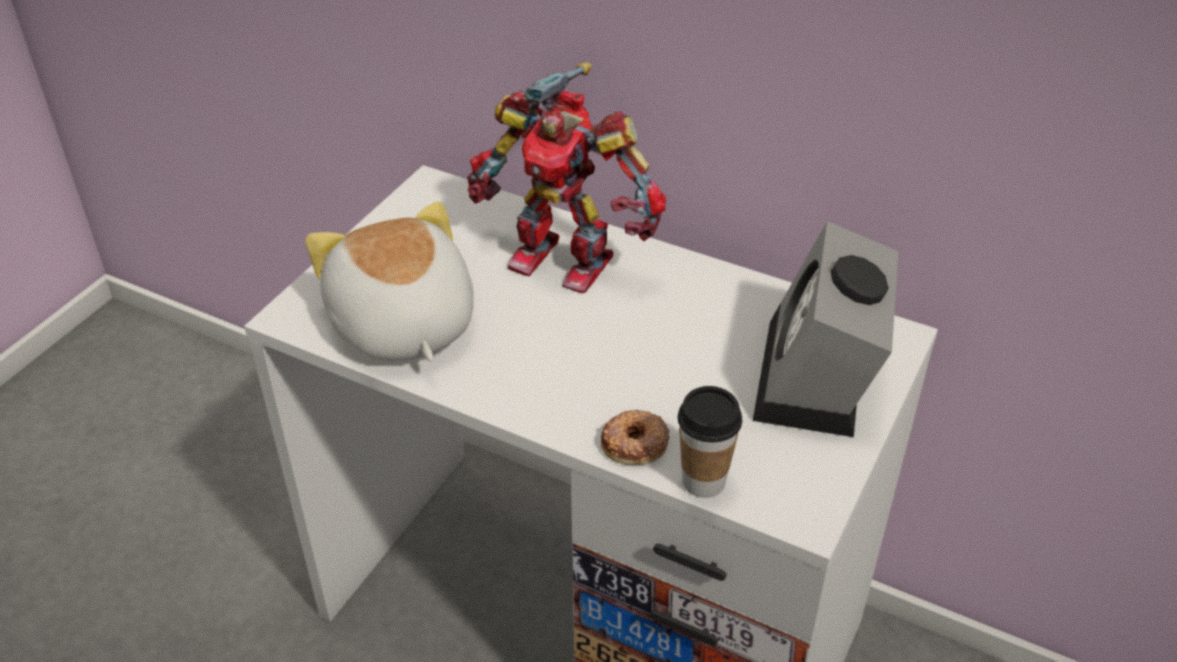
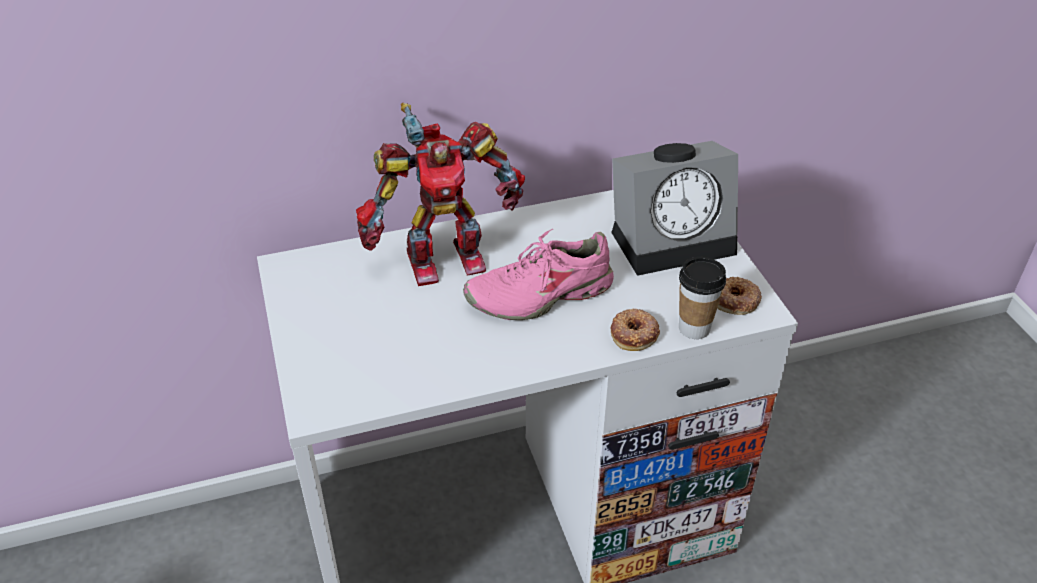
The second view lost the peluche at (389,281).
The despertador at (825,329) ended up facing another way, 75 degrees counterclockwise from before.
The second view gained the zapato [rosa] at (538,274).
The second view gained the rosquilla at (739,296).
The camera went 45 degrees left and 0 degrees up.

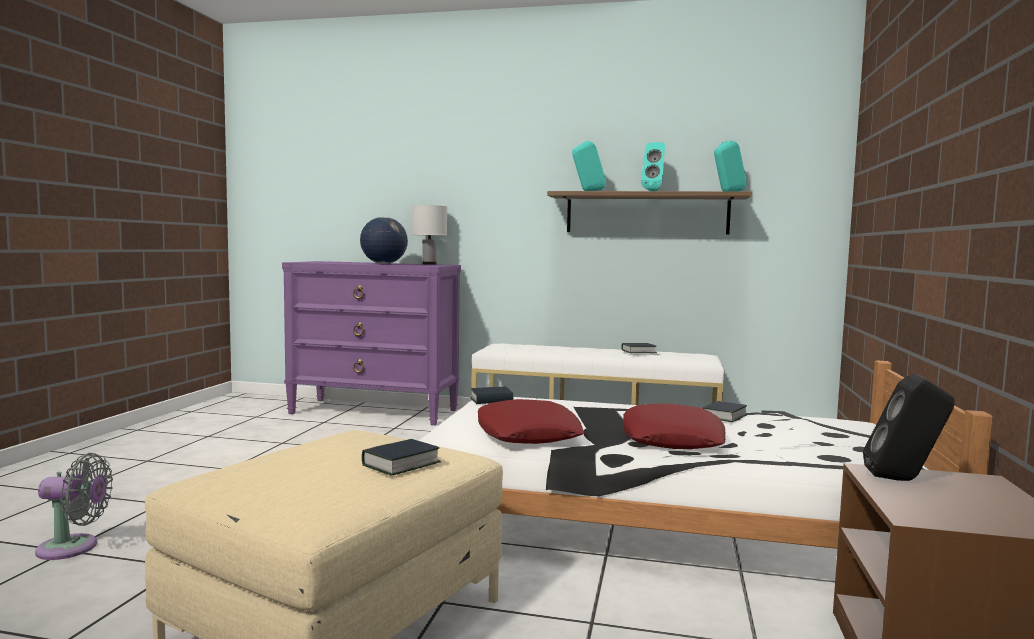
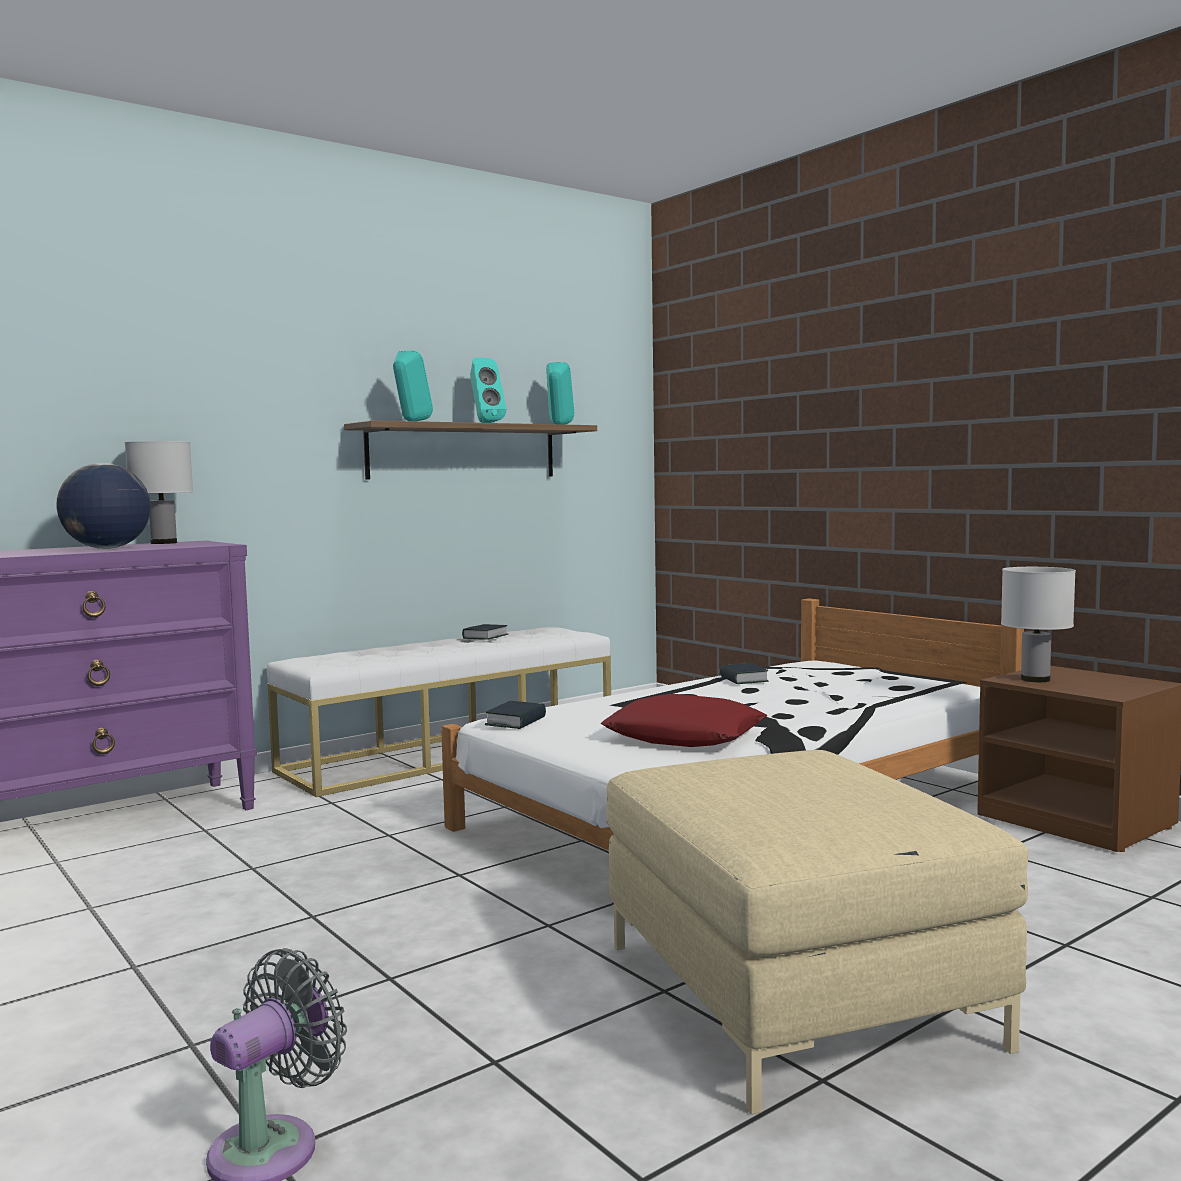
Where the altavoz [negro] stood at (909,427), the lámpara de mesa [blanco] came to stand at (1038,624).
The second view lost the cojín [rojo] at (674,426).
The second view lost the libro at (401,457).
The camera went 50 degrees left and 0 degrees up.

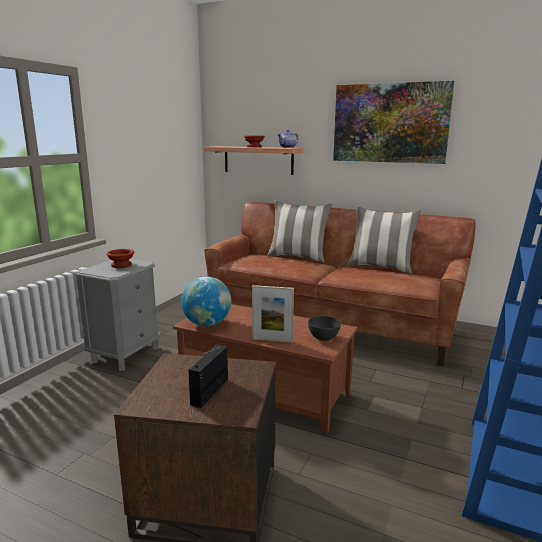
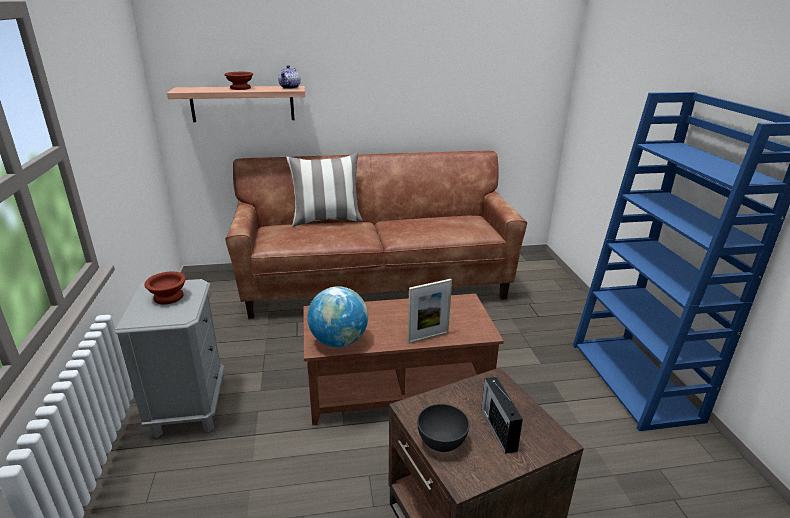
The second view lost the cuadro at (393,122).
The second view lost the cojín at (384,240).
The cuenco [gris] ended up elsewhere, having gone from (324,328) to (443,428).
The camera went 35 degrees left and 10 degrees up.

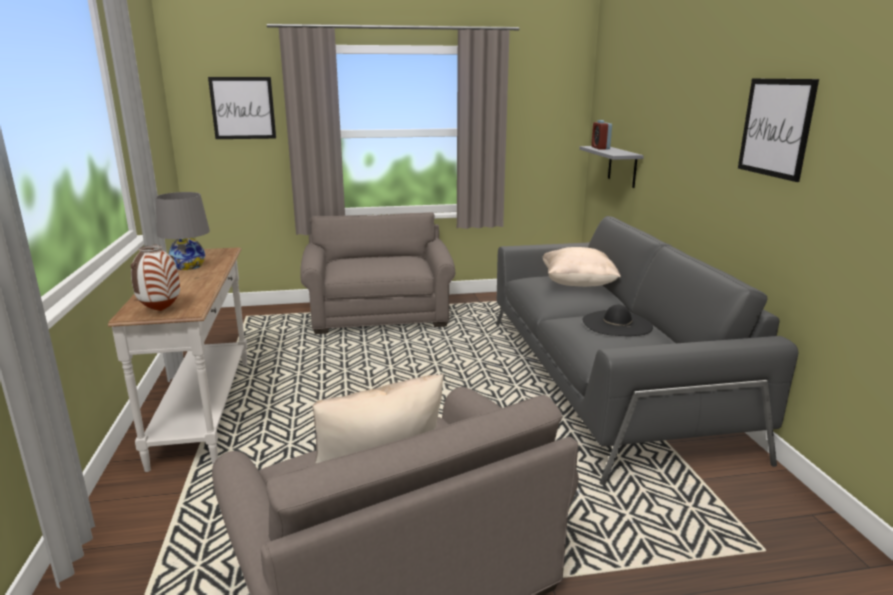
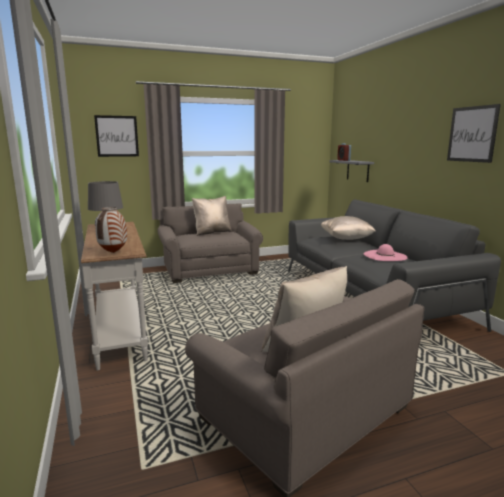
What was the sombrero [negro] at (618,320) turned into the sombrero [rosa] at (385,252).
The second view gained the cojín [beis] at (212,216).
The camera went 10 degrees left and 5 degrees down.

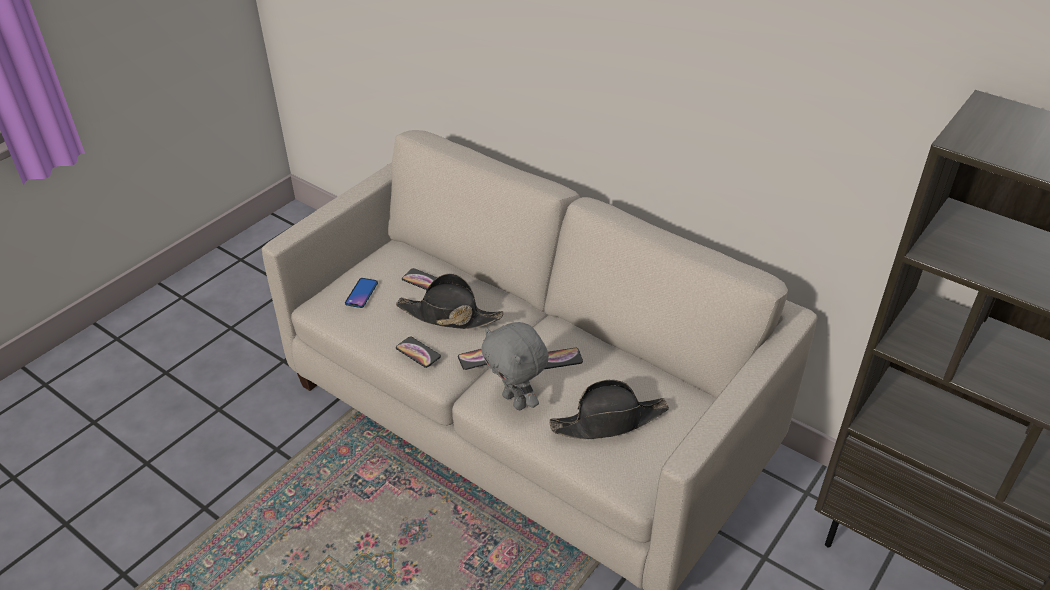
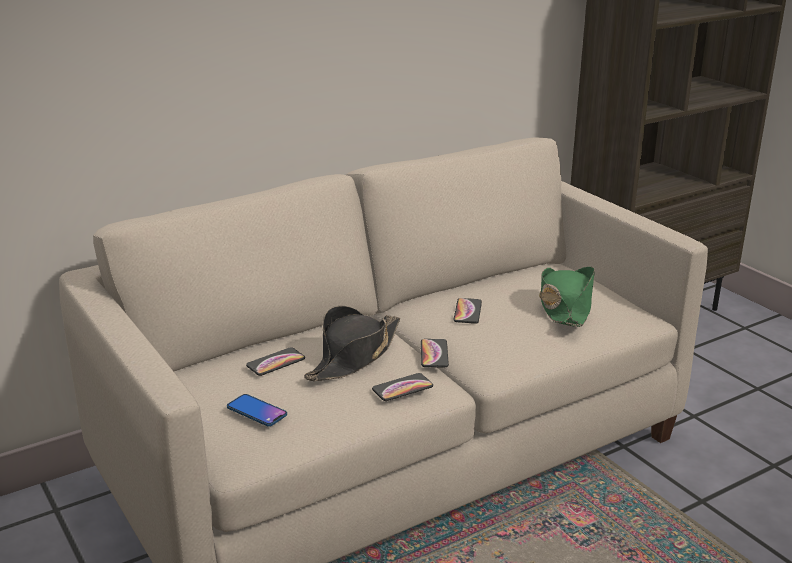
The second view lost the peluche [gris] at (515,366).
What was the sombrero [negro] at (609,410) turned into the sombrero [verde] at (567,297).
The camera went 70 degrees left and 15 degrees down.

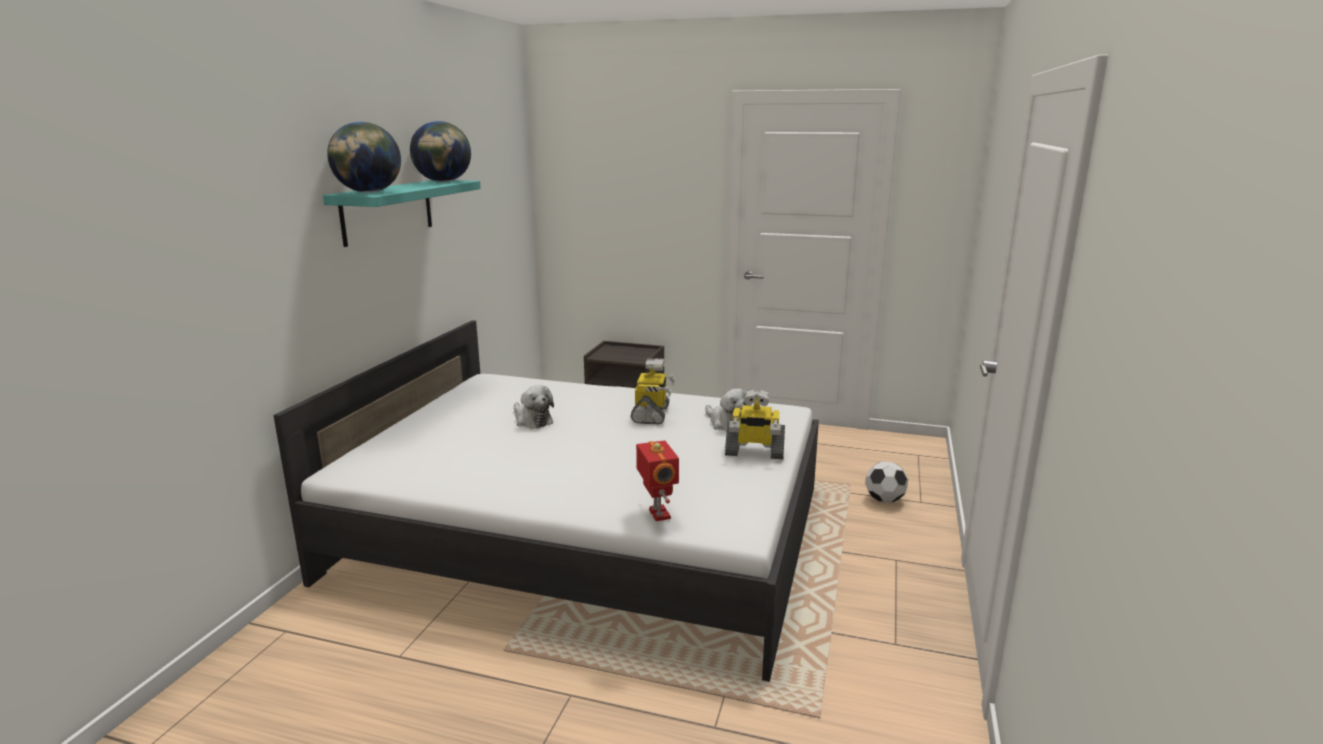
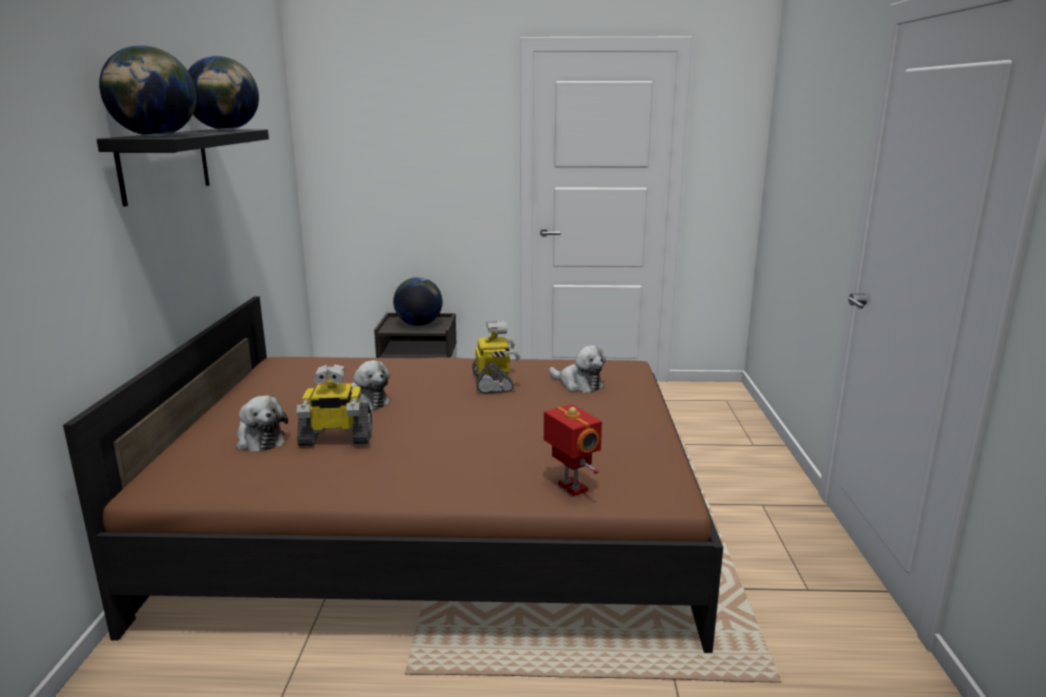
What was the estante [turquesa] at (402,213) turned into the estante [negro] at (183,168).
What was the cama [blanco] at (546,501) turned into the cama [marrón] at (393,474).
The robot de juguete ended up elsewhere, having gone from (755,424) to (334,405).
The second view lost the balón de fútbol at (886,482).
The second view gained the globo terráqueo at (417,301).
The second view gained the peluche at (262,423).
The camera went 15 degrees left and 0 degrees up.

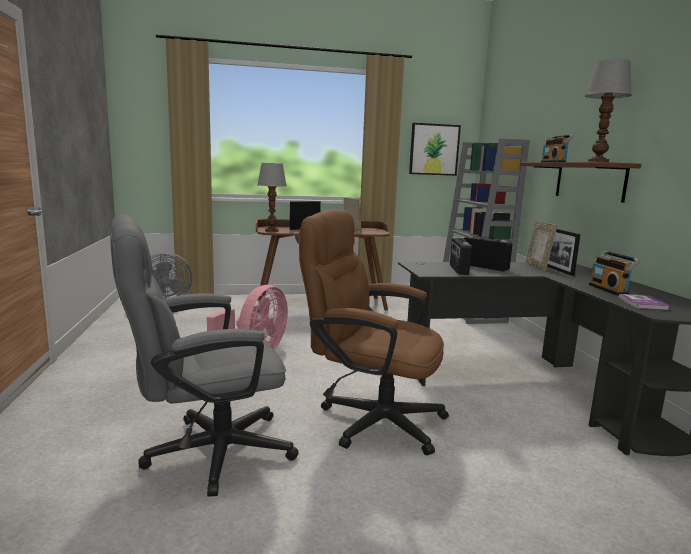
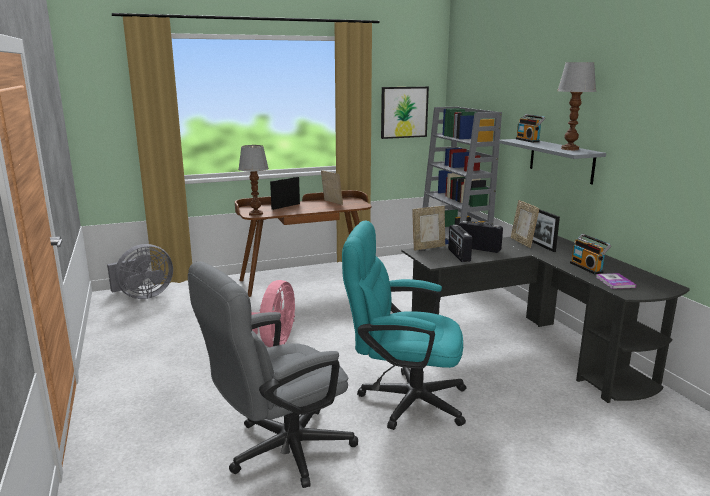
What was the estante [marrón] at (581,182) turned into the estante [gris] at (552,161).
What was the silla de oficina [marrón] at (374,332) turned into the silla de oficina [turquesa] at (404,325).
The second view gained the portarretratos at (428,228).
The camera went 10 degrees left and 5 degrees up.

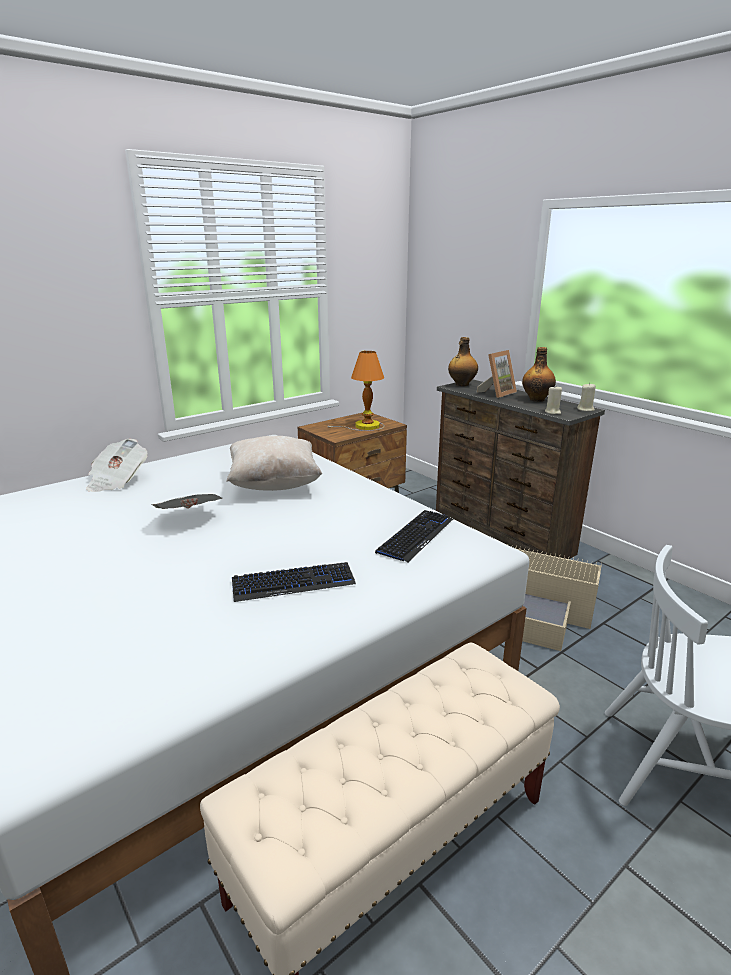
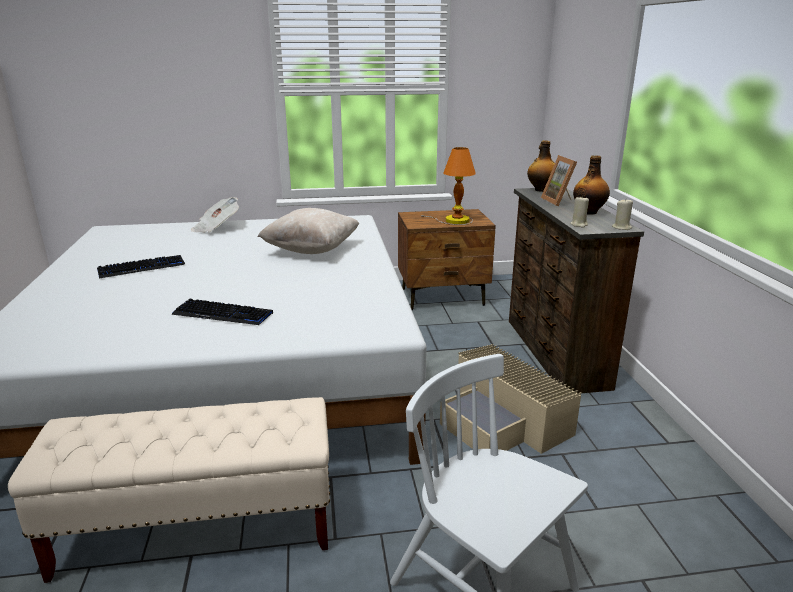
The portarretratos at (497,374) ended up facing another way, 90 degrees clockwise from before.
The second view lost the periódico at (186,501).
The teclado ended up elsewhere, having gone from (414,536) to (141,267).
The camera went 30 degrees right and 0 degrees up.

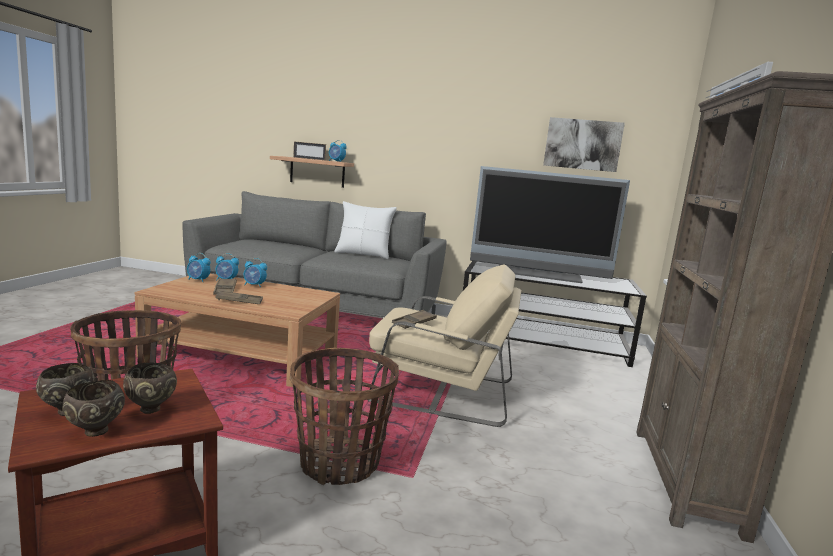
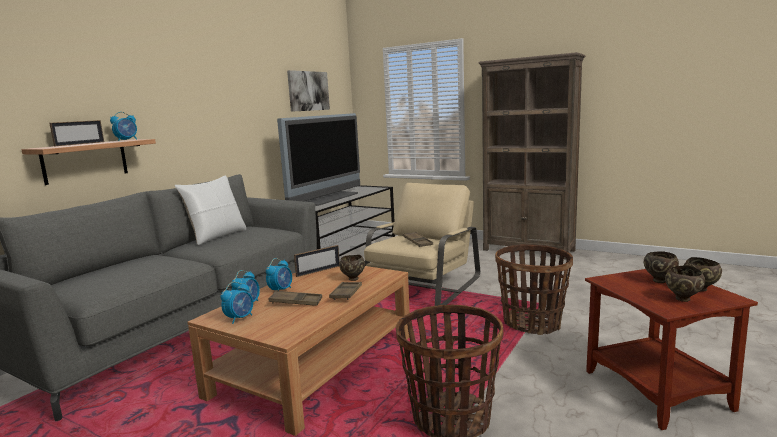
The second view gained the portarretratos at (317,261).
The second view gained the cuenco [marrón] at (352,268).
The camera went 70 degrees left and 0 degrees up.

